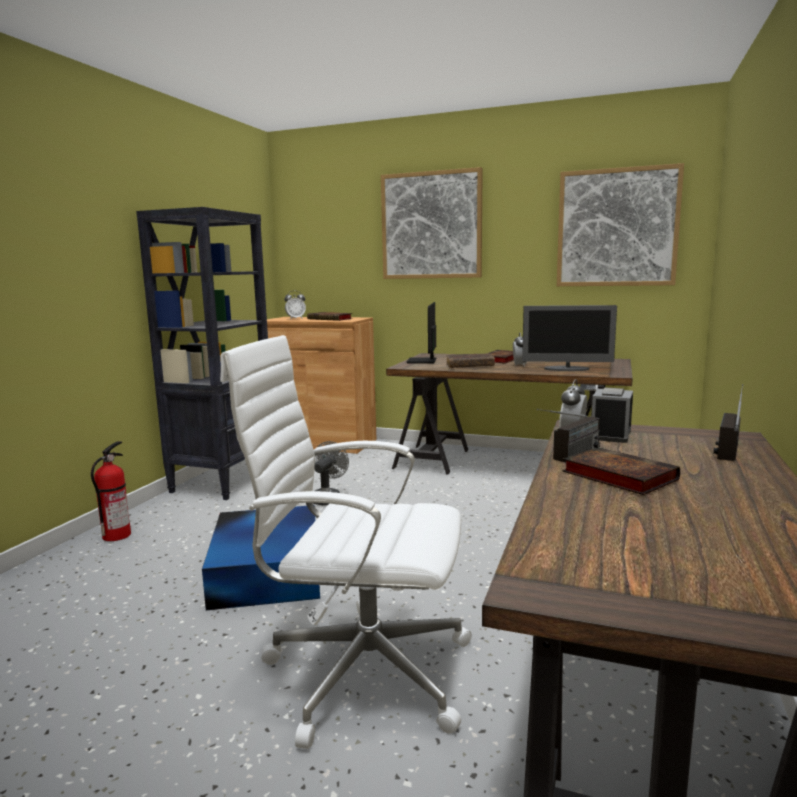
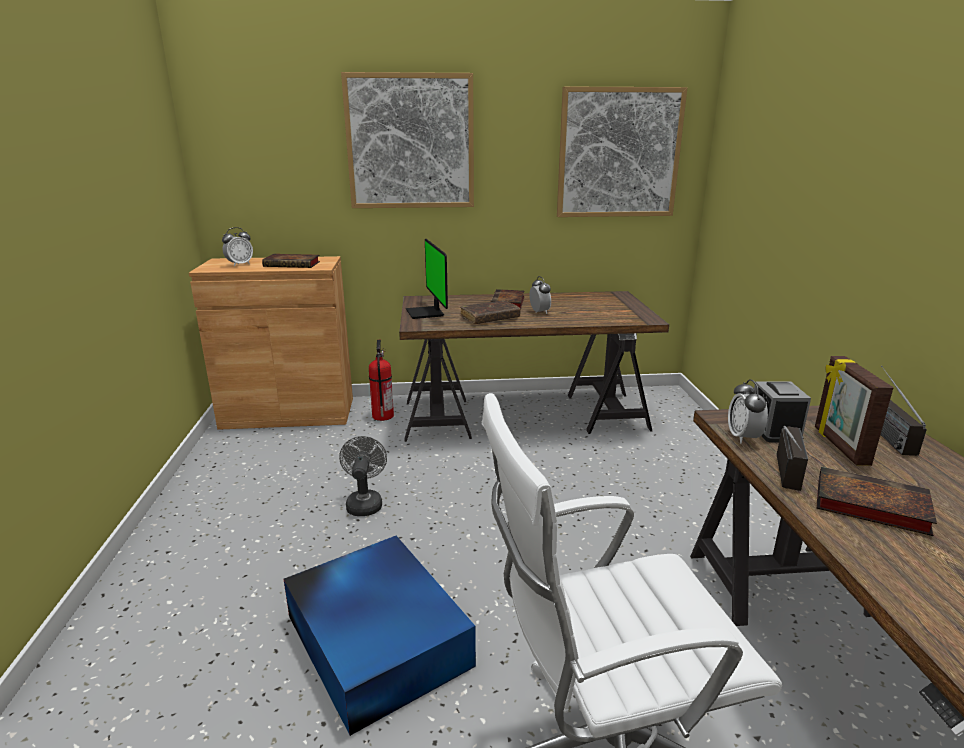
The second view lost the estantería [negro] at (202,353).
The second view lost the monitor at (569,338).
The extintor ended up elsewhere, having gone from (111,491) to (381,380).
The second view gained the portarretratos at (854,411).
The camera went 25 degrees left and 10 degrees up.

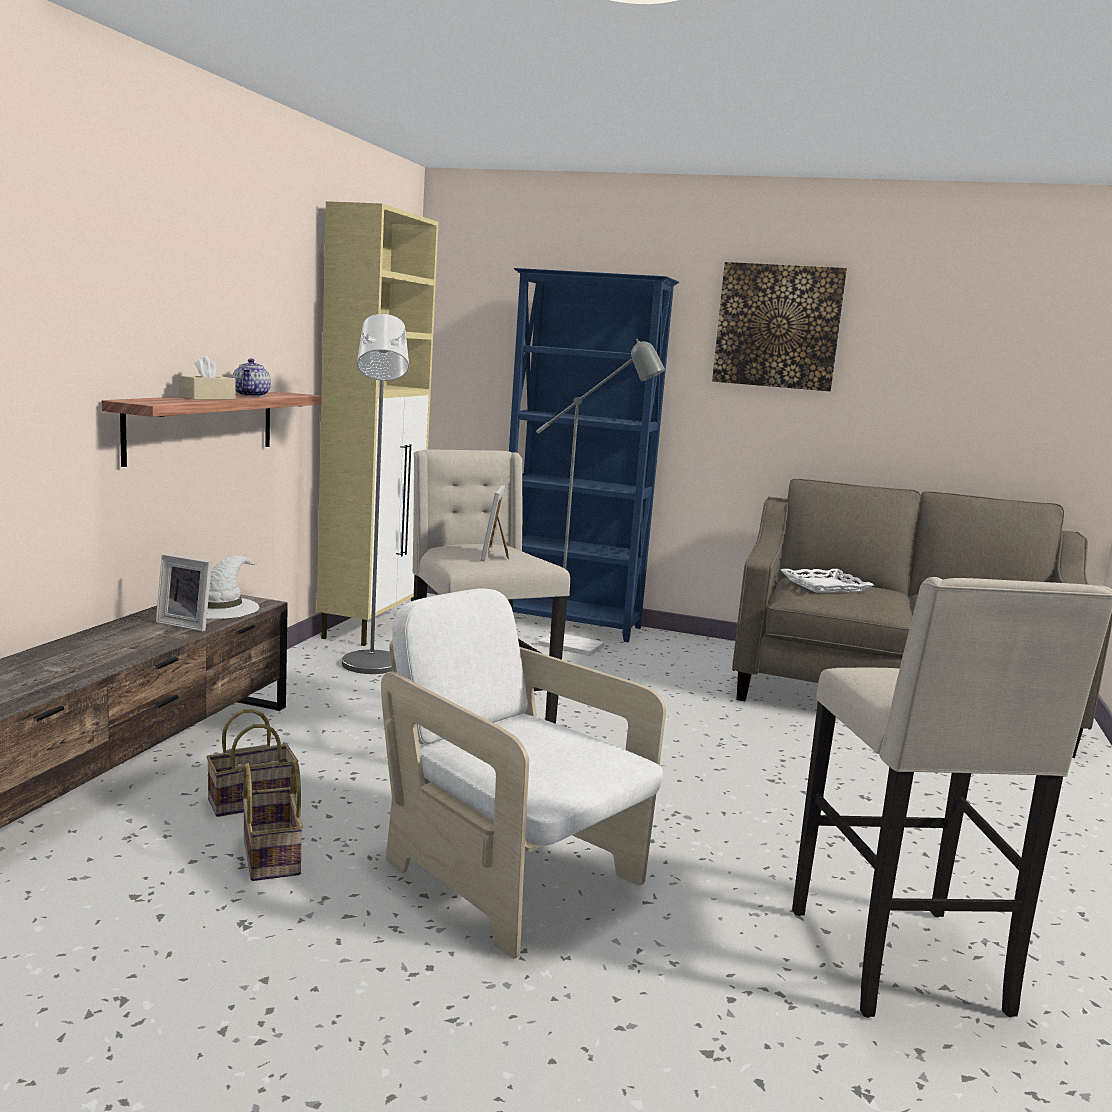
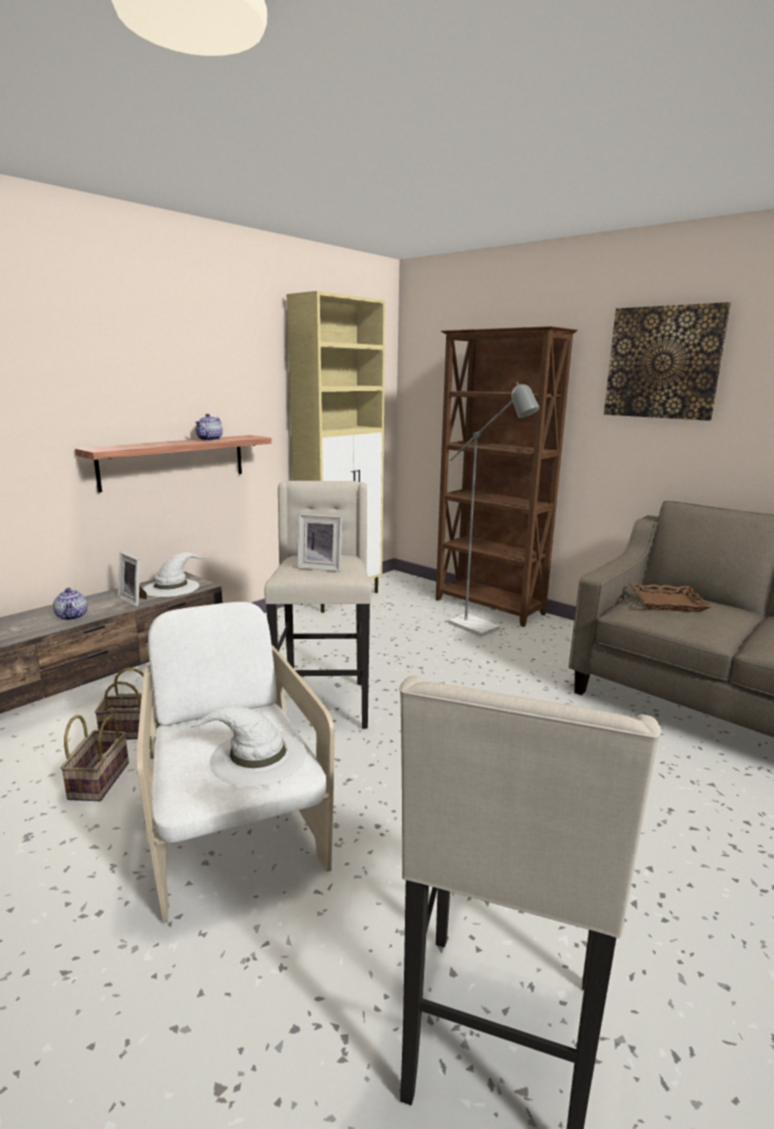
What was the estantería [azul] at (594,455) turned into the estantería [marrón] at (507,476).
The second view lost the lámpara de pie [gris] at (375,494).
The second view lost the caja de pañuelos [beis] at (207,378).
The portarretratos at (494,523) ended up facing another way, 105 degrees counterclockwise from before.
What was the bandeja [blanco] at (827,581) turned into the bandeja [marrón] at (670,597).
The second view gained the tetera at (70,604).
The second view gained the sombrero [blanco] at (244,746).
The camera went 25 degrees right and 5 degrees up.

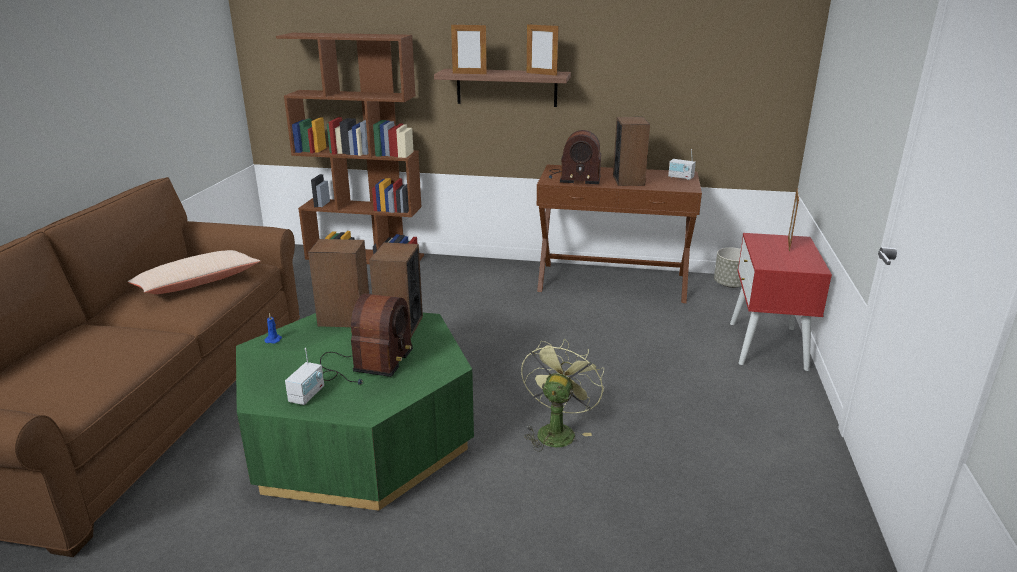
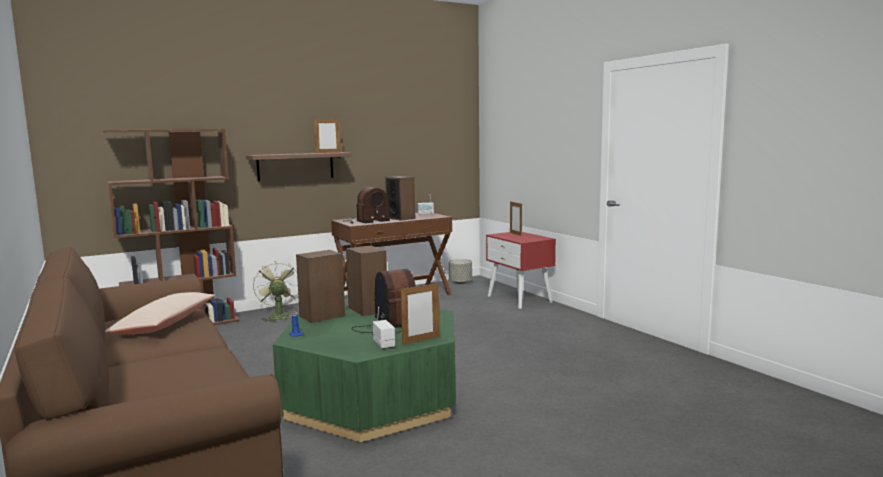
The portarretratos ended up elsewhere, having gone from (469,48) to (420,314).
The ventilador [verde] ended up elsewhere, having gone from (562,395) to (275,293).
The camera went 40 degrees left and 15 degrees down.

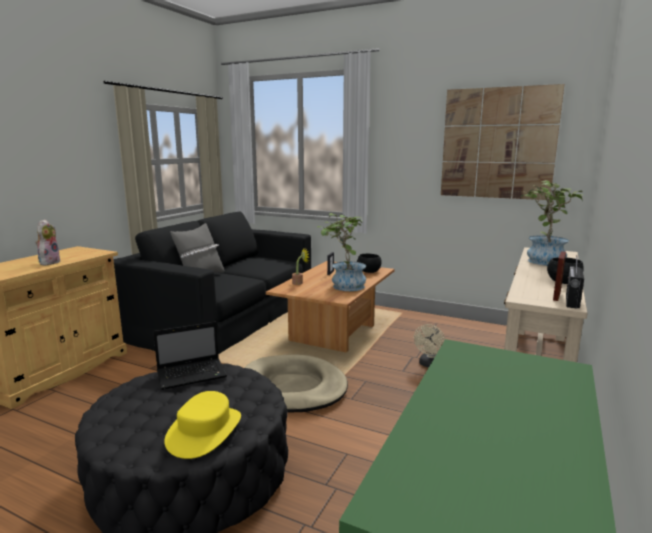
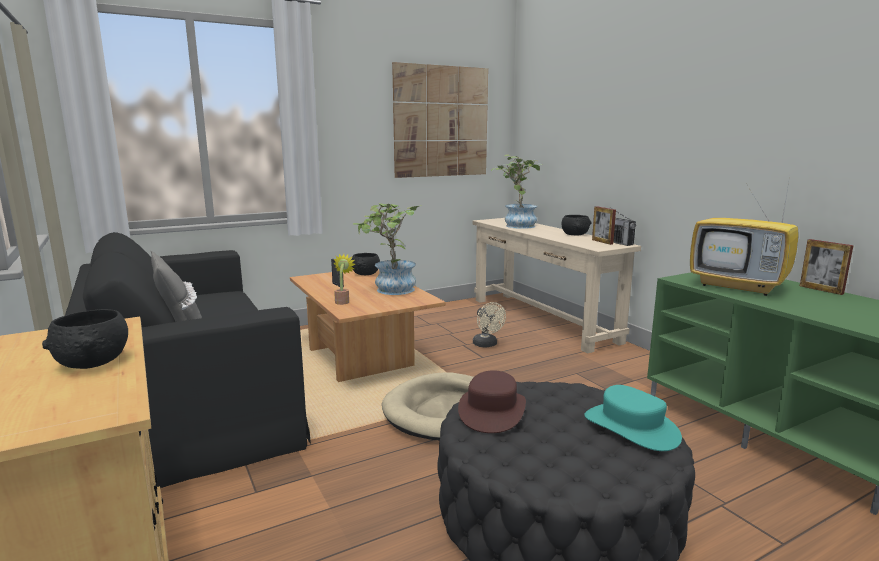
Where the peluche stood at (48,242), the cuenco [negro] came to stand at (85,339).
Where the portátil stood at (190,356), the sombrero [marrón] came to stand at (492,401).
What was the sombrero [amarillo] at (202,425) turned into the sombrero [turquesa] at (633,418).
The second view gained the televisor at (744,236).
The second view gained the portarretratos at (827,267).
The camera went 55 degrees left and 0 degrees up.

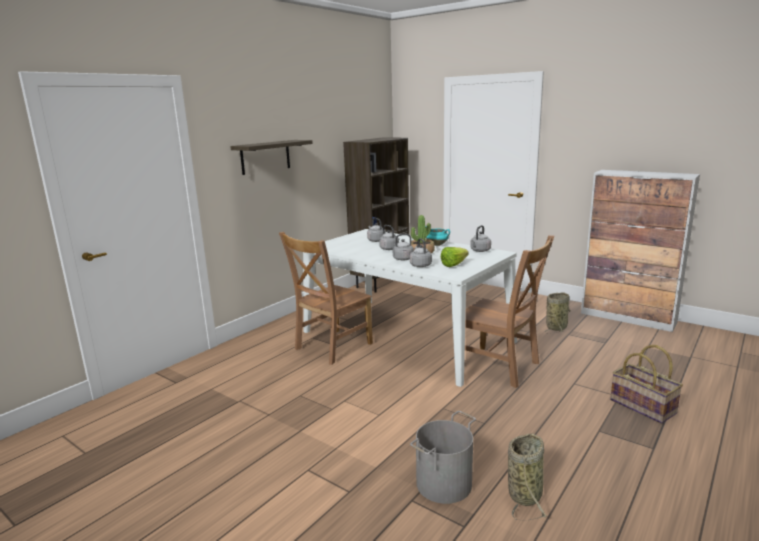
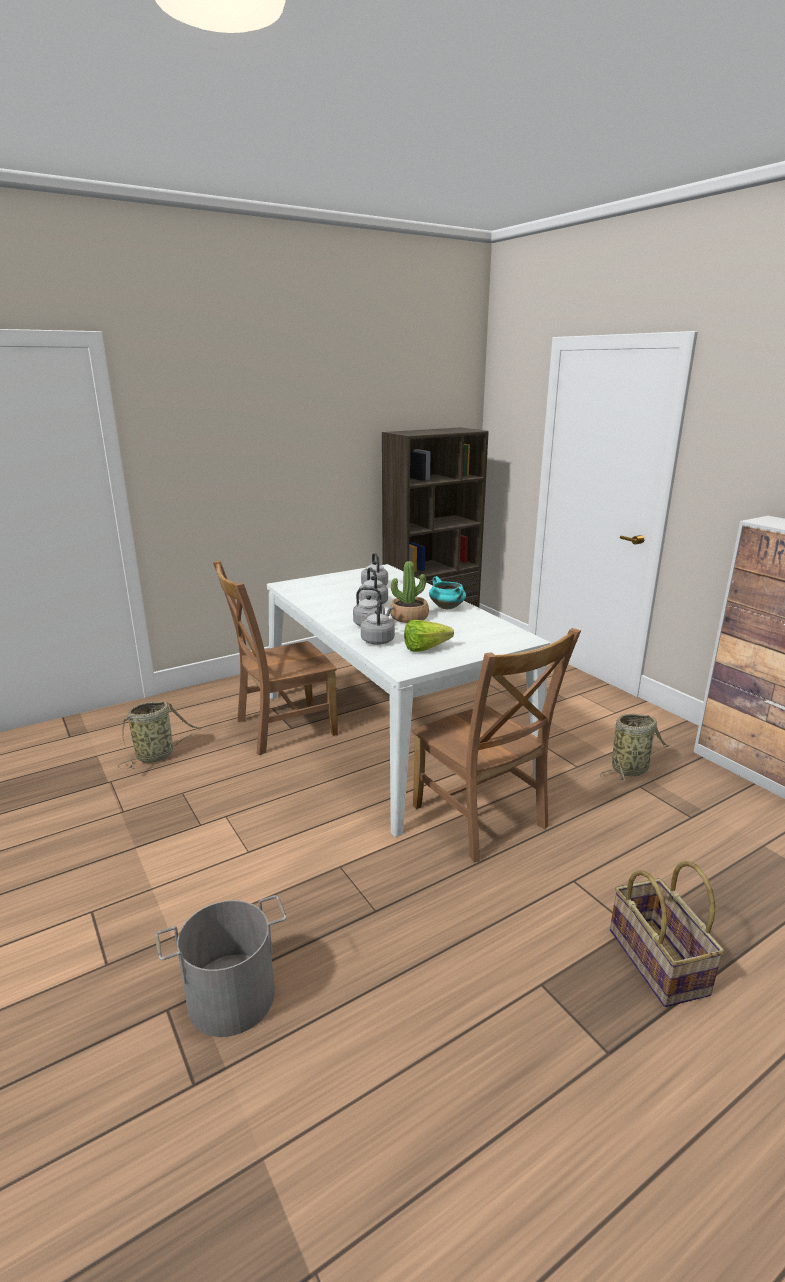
The second view lost the estante at (271,157).
The second view lost the hervidor [gris] at (480,238).
The cesta ended up elsewhere, having gone from (527,477) to (160,735).
The camera went 20 degrees right and 5 degrees up.

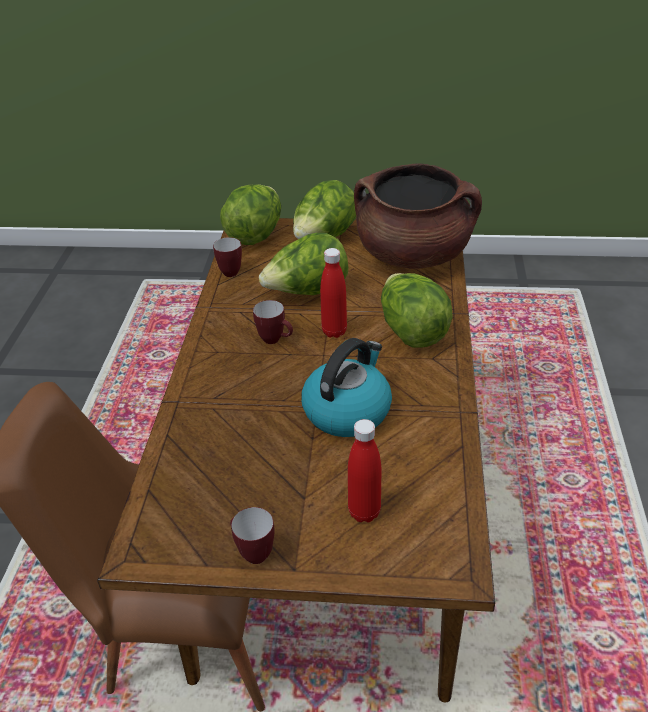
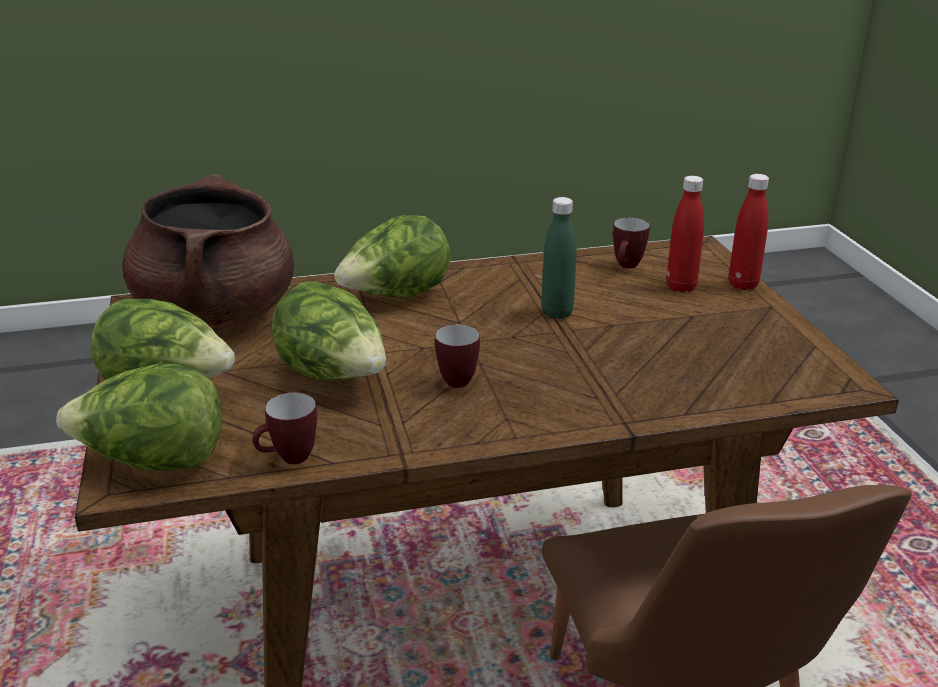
The botella [rojo] ended up elsewhere, having gone from (333,293) to (749,232).
Where the hervidor stood at (346,387), the botella [verde] came to stand at (559,258).
The taza grande ended up elsewhere, having gone from (252,535) to (631,243).
The camera went 110 degrees left and 10 degrees down.

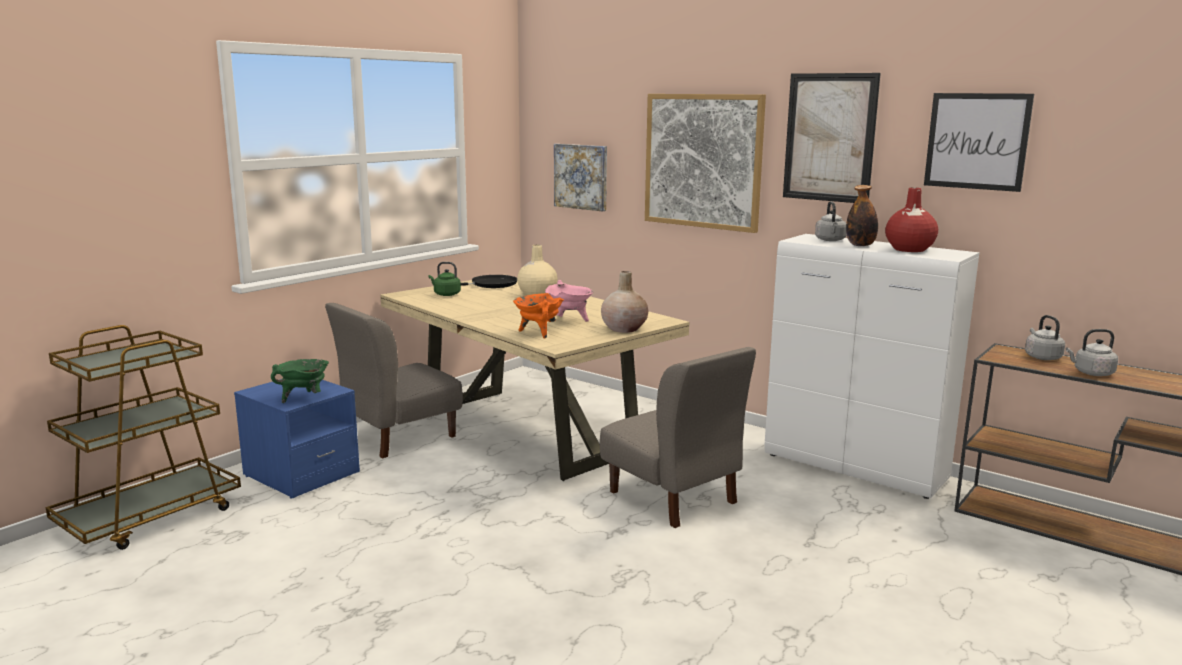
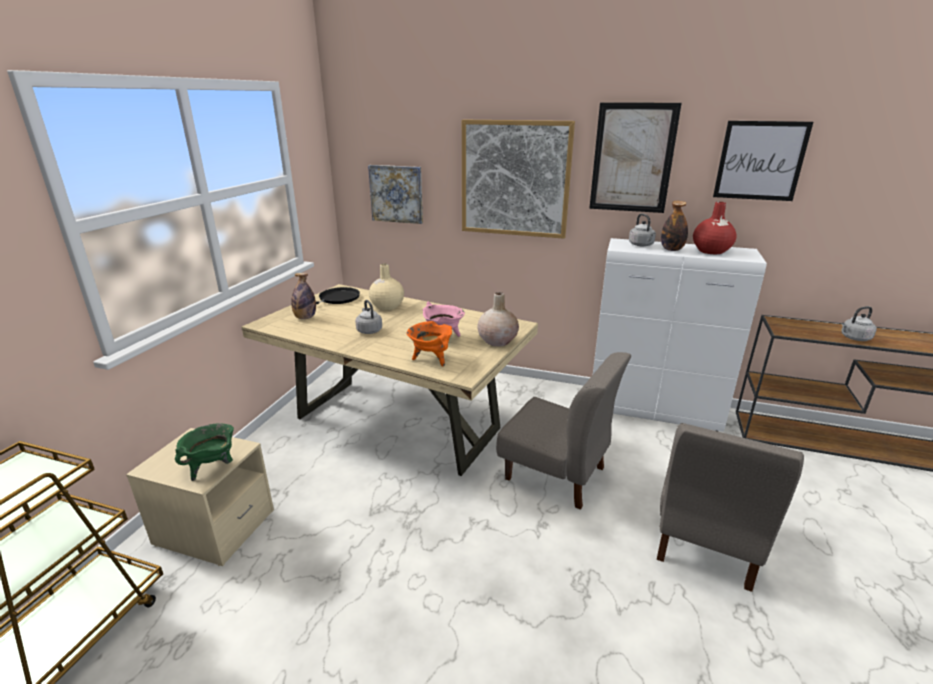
Where the hervidor [verde] stood at (444,279), the botella came to stand at (303,296).
The silla [gris] ended up elsewhere, having gone from (394,380) to (730,507).
The hervidor [gris] ended up elsewhere, having gone from (1045,337) to (368,317).
What was the mesita de noche [azul] at (297,439) turned into the mesita de noche [beis] at (200,497).
The camera went 20 degrees left and 10 degrees up.

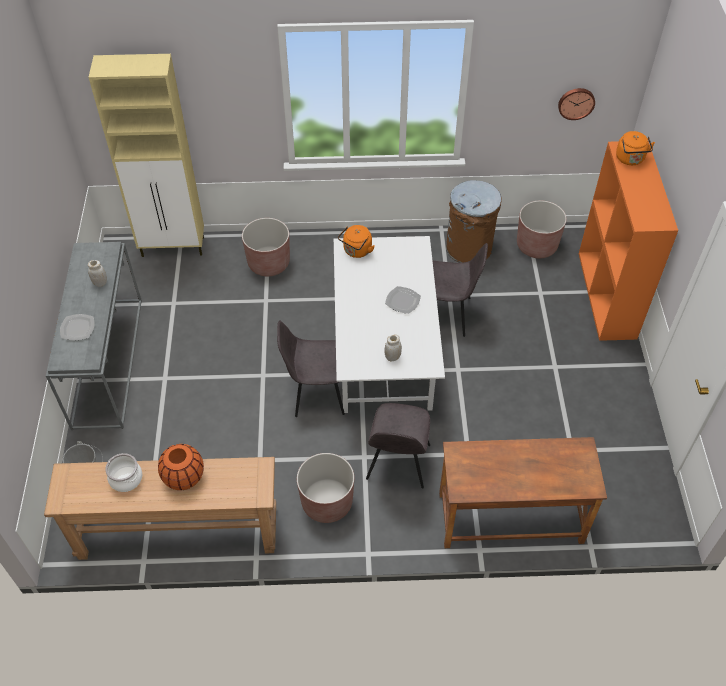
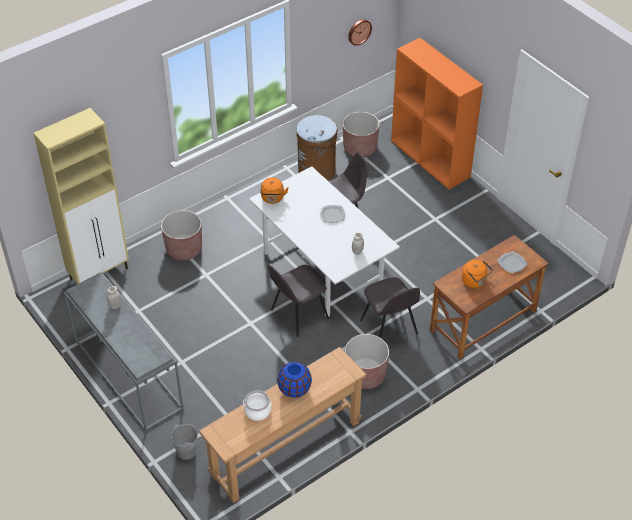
The hervidor [naranja] ended up elsewhere, having gone from (635,148) to (477,274).
The plato ended up elsewhere, having gone from (77,327) to (512,262).
What was the florero [naranja] at (181,467) turned into the florero [azul] at (294,380).
The camera went 35 degrees left and 5 degrees down.

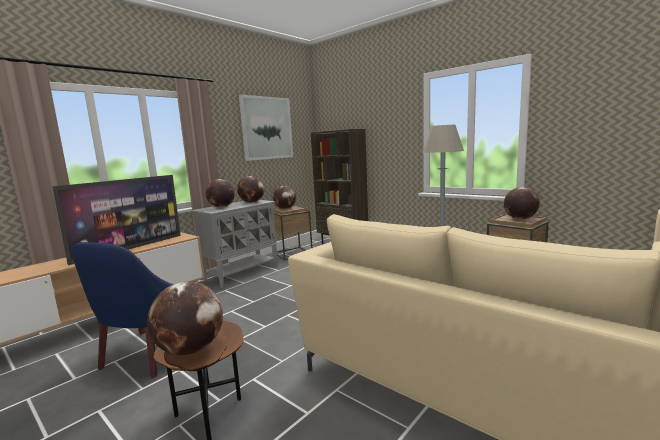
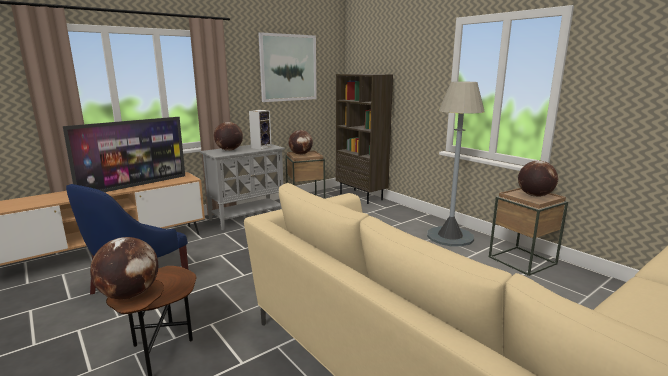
Where the globo terráqueo stood at (251,189), the altavoz came to stand at (260,130).
The camera went 10 degrees right and 5 degrees up.

